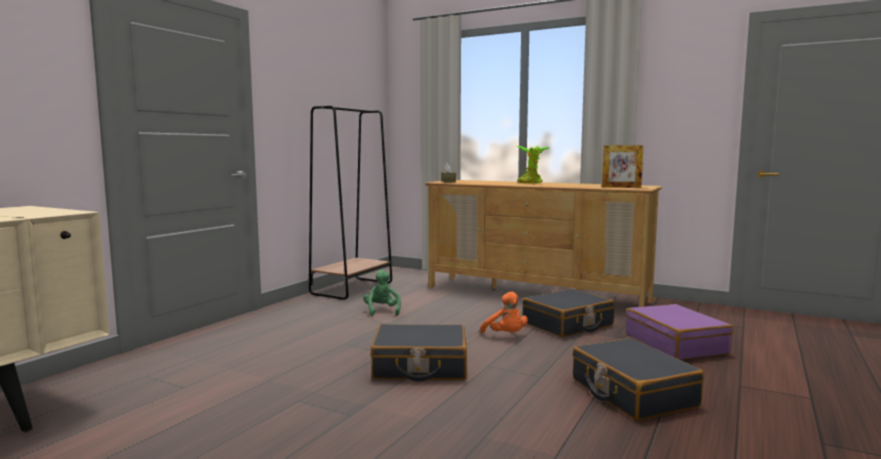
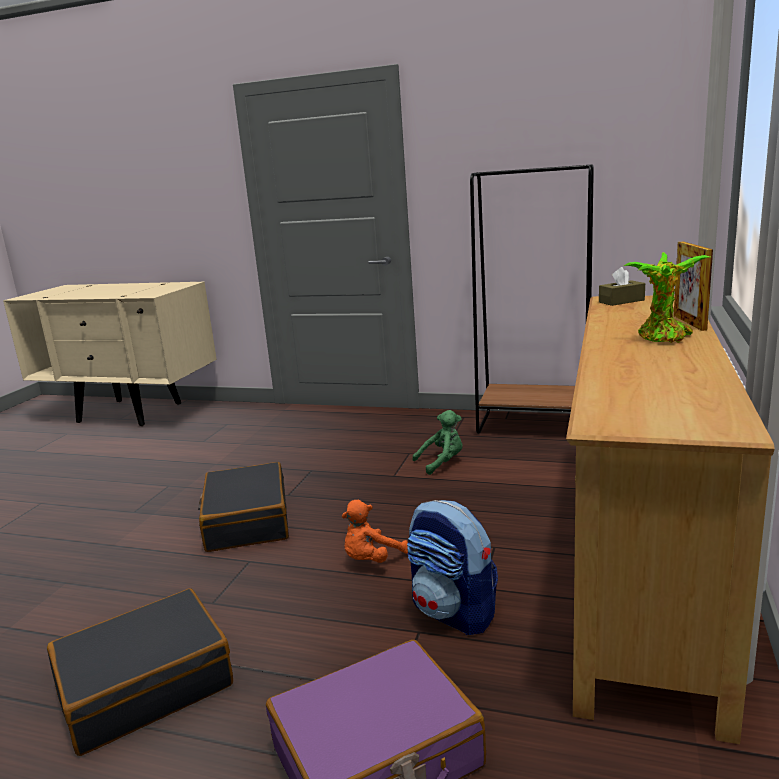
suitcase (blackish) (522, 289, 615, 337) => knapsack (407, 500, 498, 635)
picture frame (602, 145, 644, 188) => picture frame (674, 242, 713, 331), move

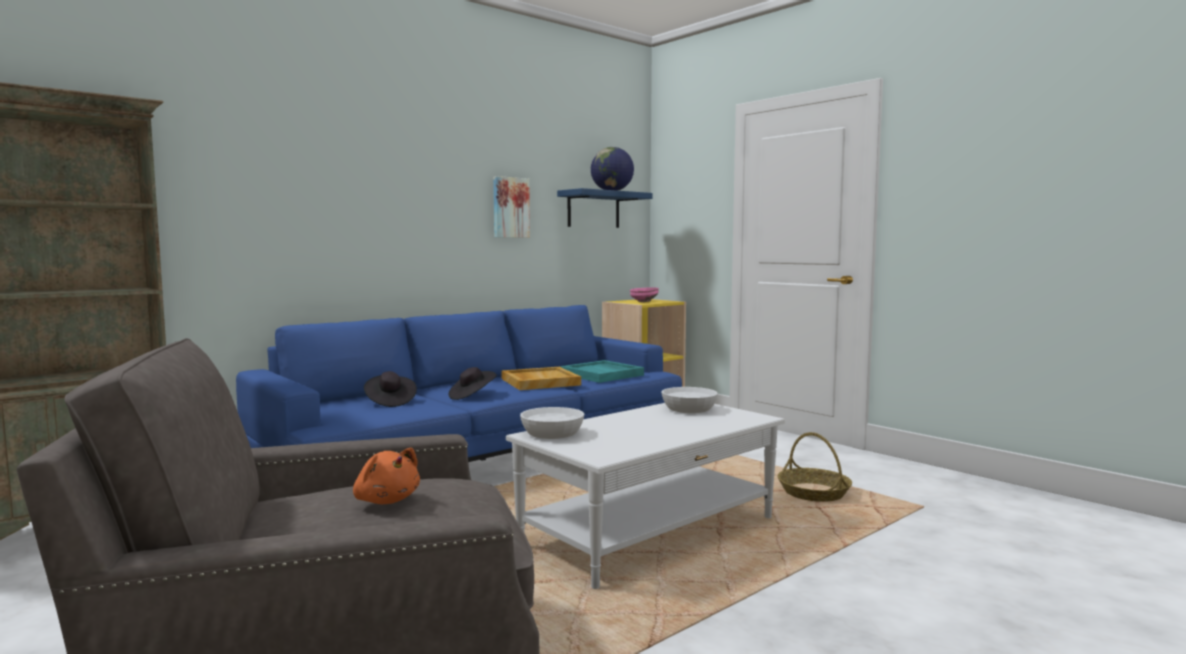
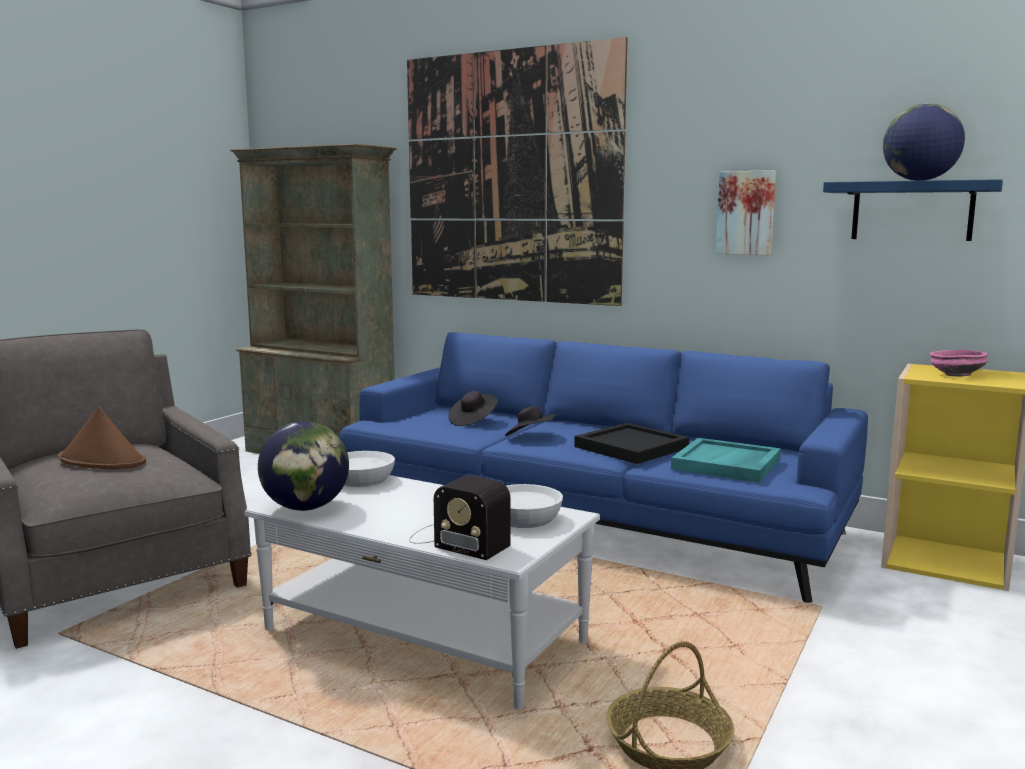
plush toy (orange) (353, 448, 420, 504) => clothing hat (brown) (58, 406, 146, 469)
nothing => world globe (258, 421, 349, 511)
nothing => wall picture (407, 37, 628, 306)
nothing => radio receiver (409, 475, 511, 560)
serving tray (sand-coloured) (502, 367, 581, 390) => serving tray (blackish) (574, 423, 690, 464)

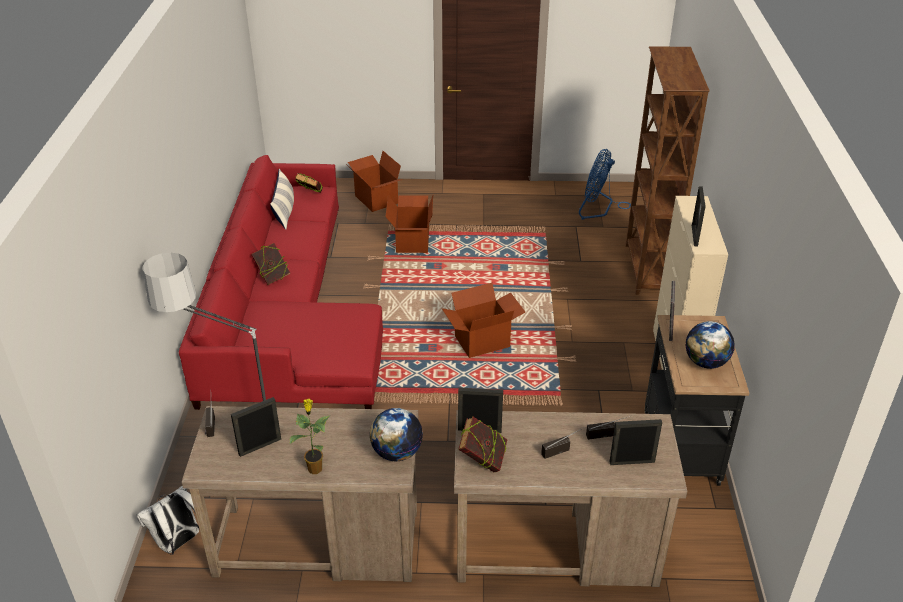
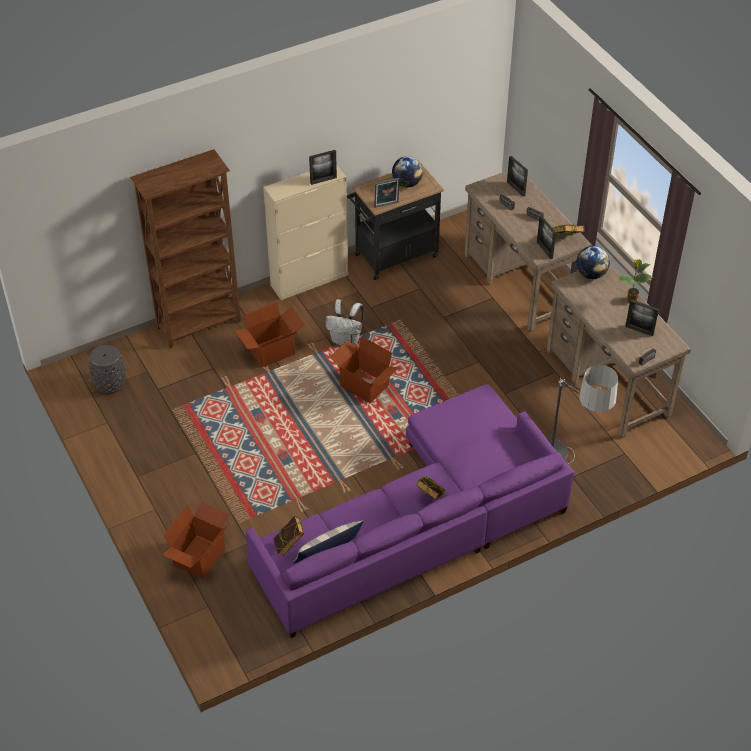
fan (blue) (579, 149, 631, 220) => stool (grey) (89, 345, 126, 394)
cardboard box (385, 195, 433, 253) => cardboard box (235, 303, 304, 368), move
settee (red-coloured) (179, 155, 383, 410) => settee (purple) (246, 384, 574, 638)
knapsack (whitish) (136, 486, 199, 555) => knapsack (whitish) (326, 299, 364, 346), move

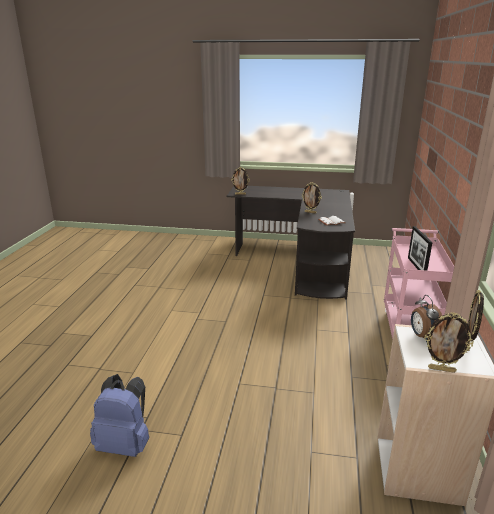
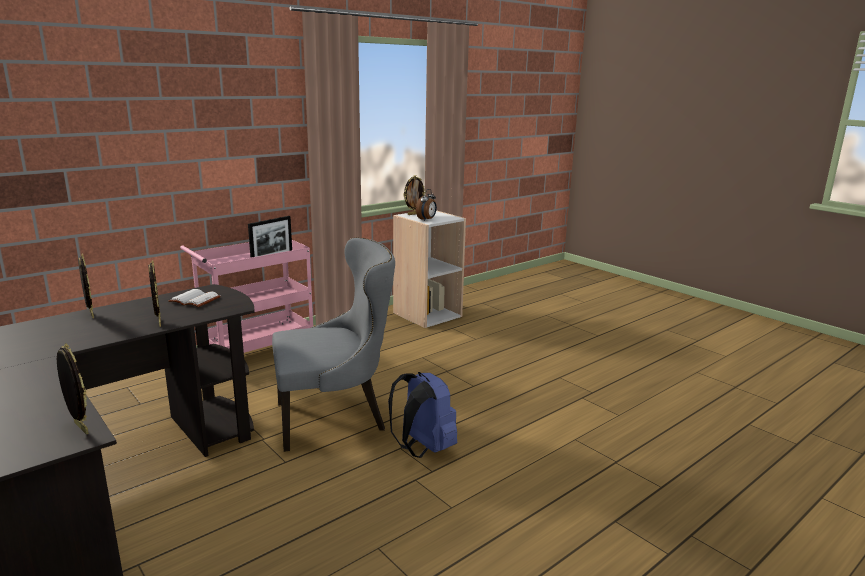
picture frame (424, 312, 474, 373) => picture frame (78, 254, 94, 318), move
nothing => upright chair (grey) (272, 238, 395, 452)
knapsack (blue) (90, 374, 149, 457) => knapsack (blue) (388, 372, 457, 458), move

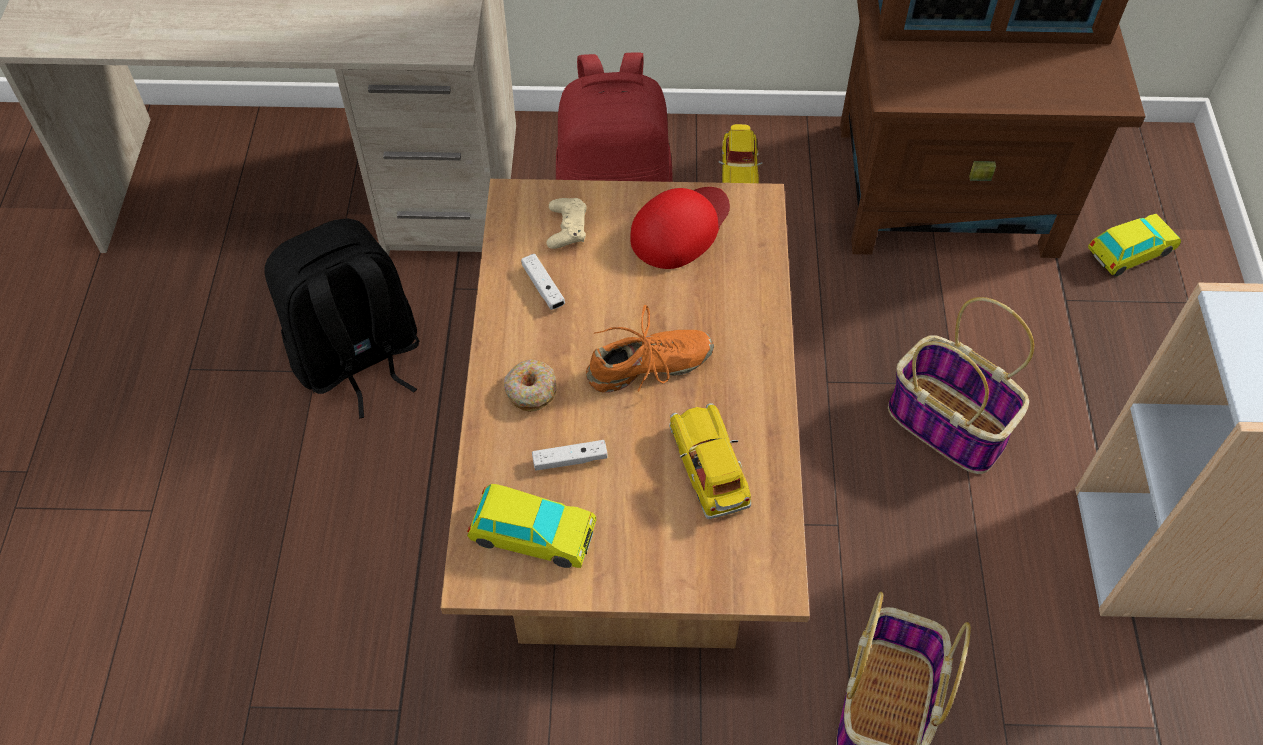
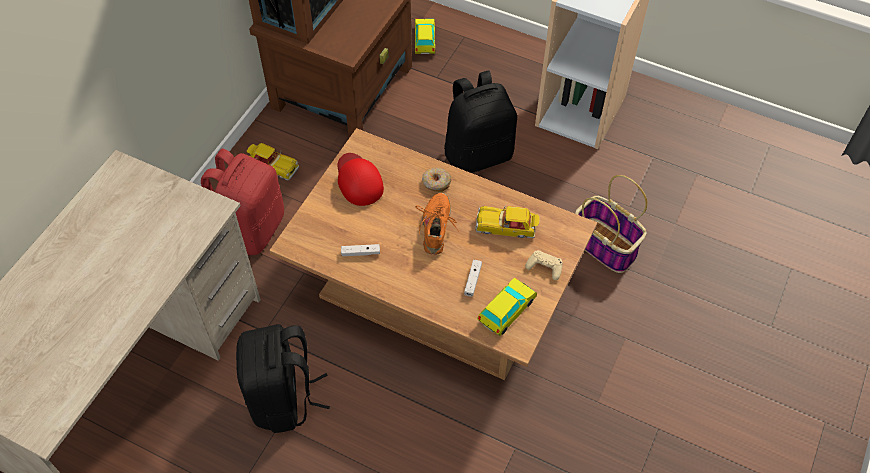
doughnut (504, 359, 556, 412) => doughnut (422, 168, 451, 192), move
storage basket (888, 297, 1034, 474) => knapsack (blackish) (444, 71, 517, 173)
gamepad (sand-coloured) (546, 198, 587, 249) => gamepad (sand-coloured) (525, 250, 563, 280), move

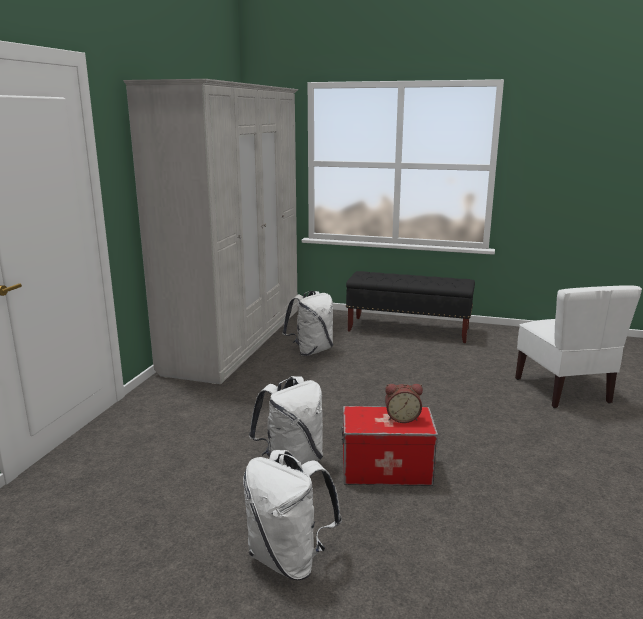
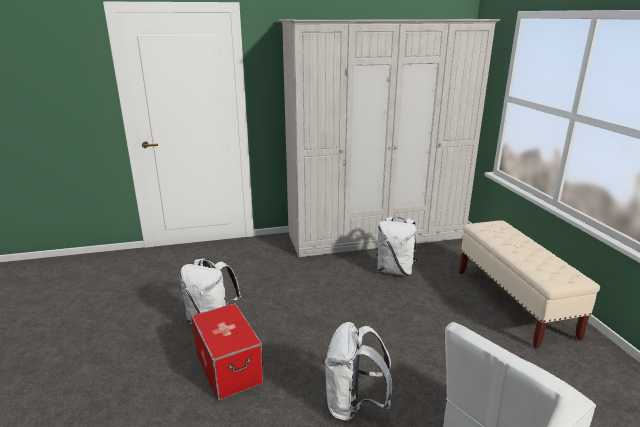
knapsack (whitish) (243, 450, 342, 580) => knapsack (whitish) (325, 322, 392, 422), move
bench (blackish) (346, 271, 475, 343) => bench (sand-coloured) (459, 221, 600, 348)
alarm clock (385, 384, 423, 423) => nothing

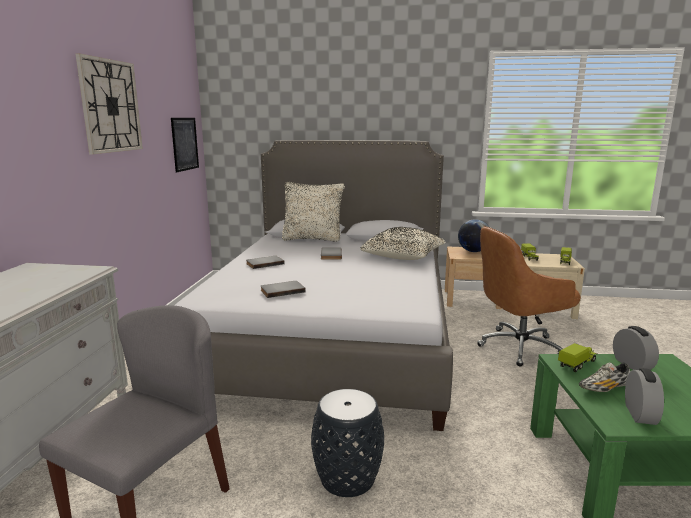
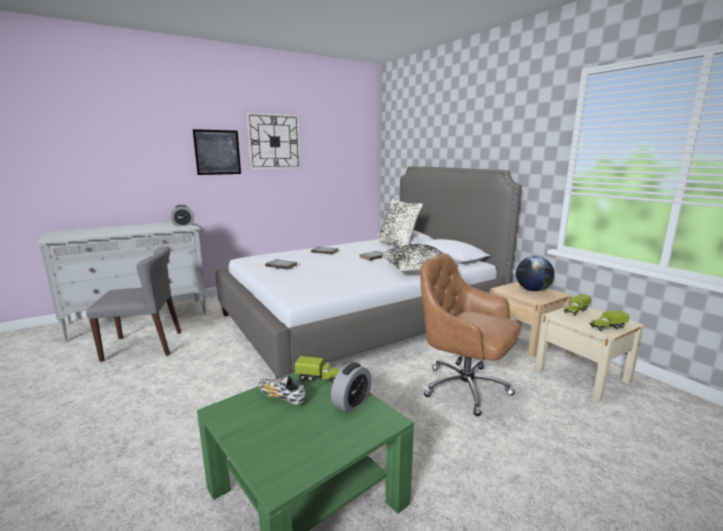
alarm clock (625, 368, 664, 425) => alarm clock (170, 205, 194, 226), move
wall picture (171, 118, 199, 172) => wall picture (193, 129, 241, 175), move
stool (blackish) (311, 389, 384, 497) => nothing

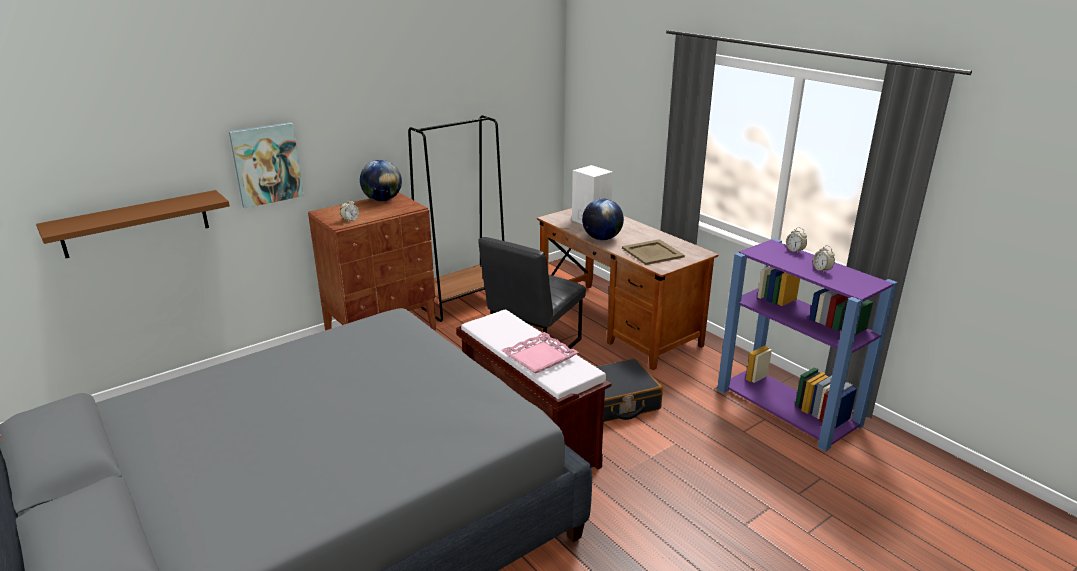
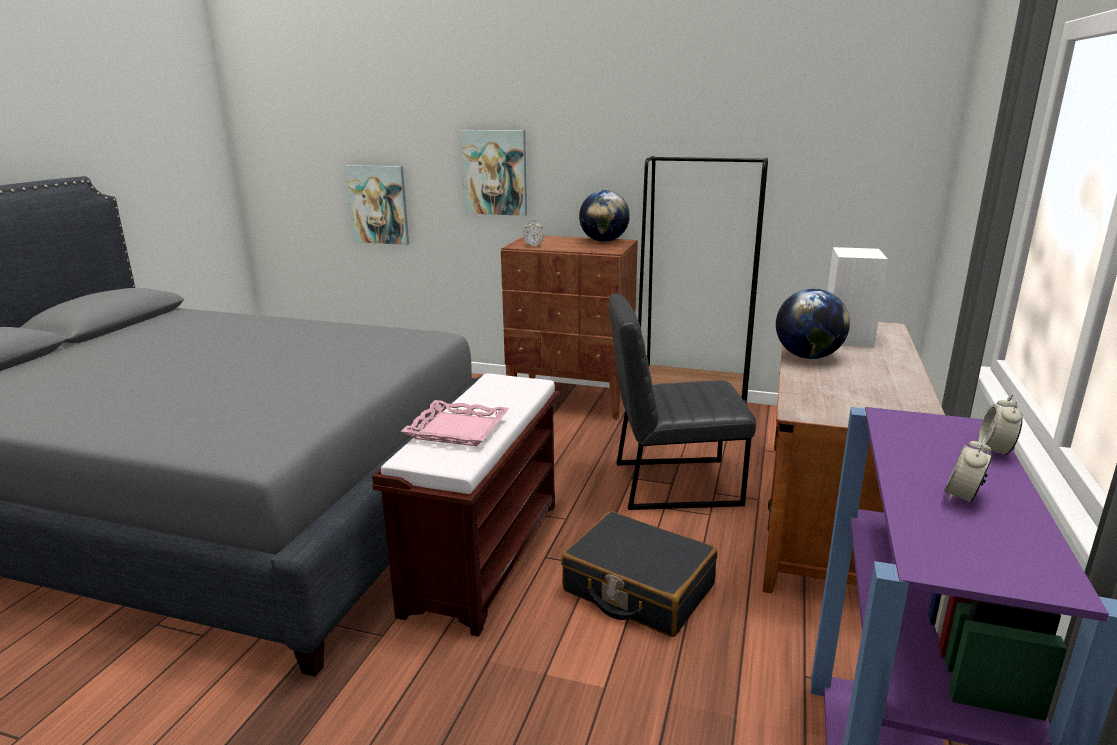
bracket shelf (brown) (36, 190, 230, 258) => wall picture (345, 165, 409, 245)
serving tray (sand-coloured) (622, 239, 685, 265) => nothing

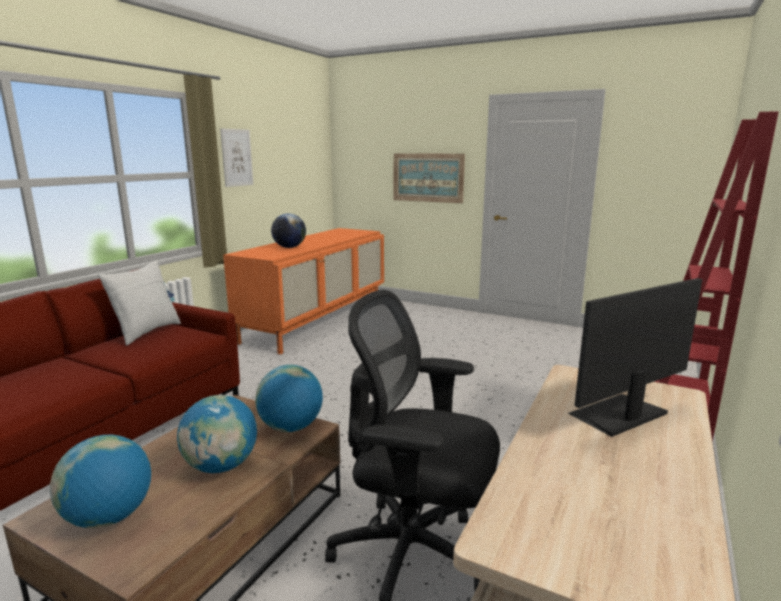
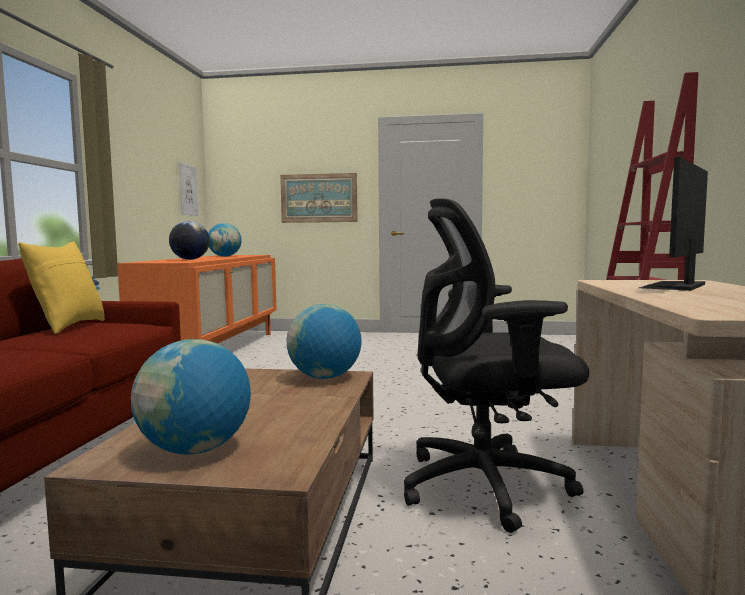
throw pillow (grey) (98, 260, 181, 345) => throw pillow (yellow) (18, 242, 105, 334)
wall picture (220, 128, 253, 187) => wall picture (179, 162, 199, 216), move
world globe (177, 395, 257, 473) => world globe (208, 223, 242, 257), move

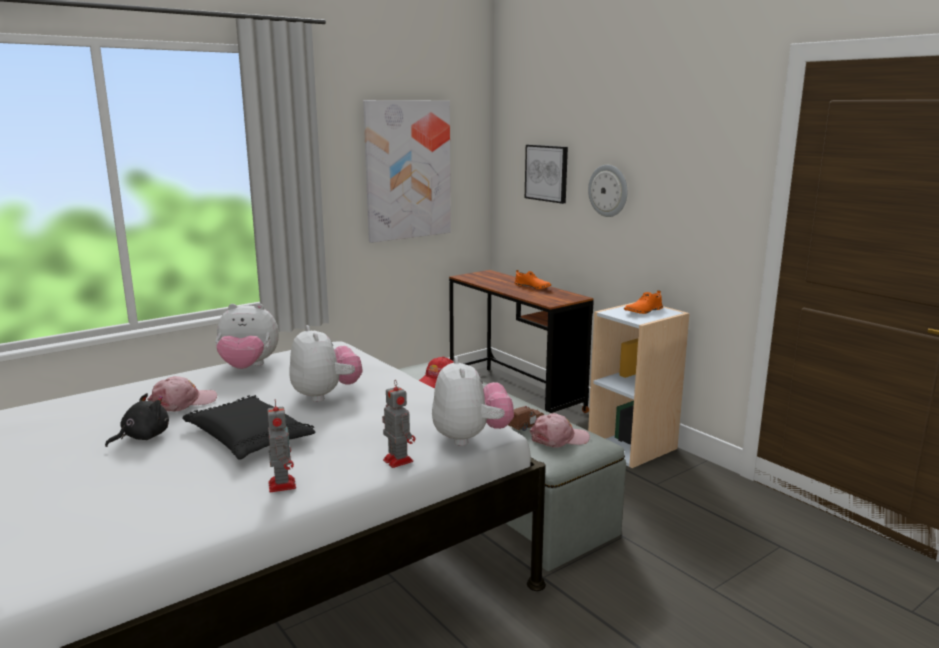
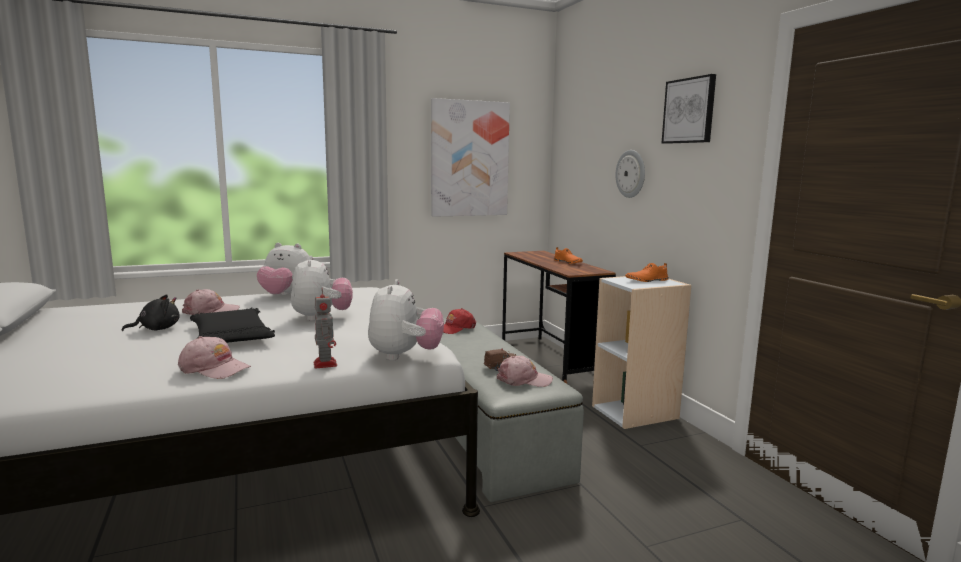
toy robot (267, 400, 296, 492) => baseball cap (pink) (178, 336, 251, 379)
wall picture (525, 145, 568, 204) => wall picture (662, 74, 716, 144), move

